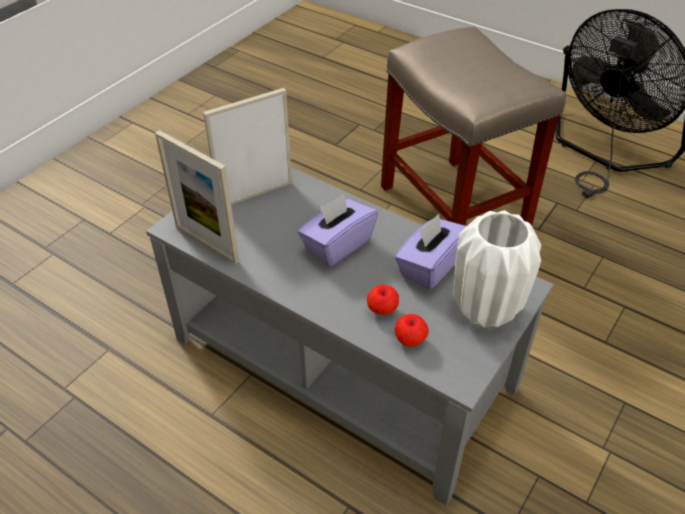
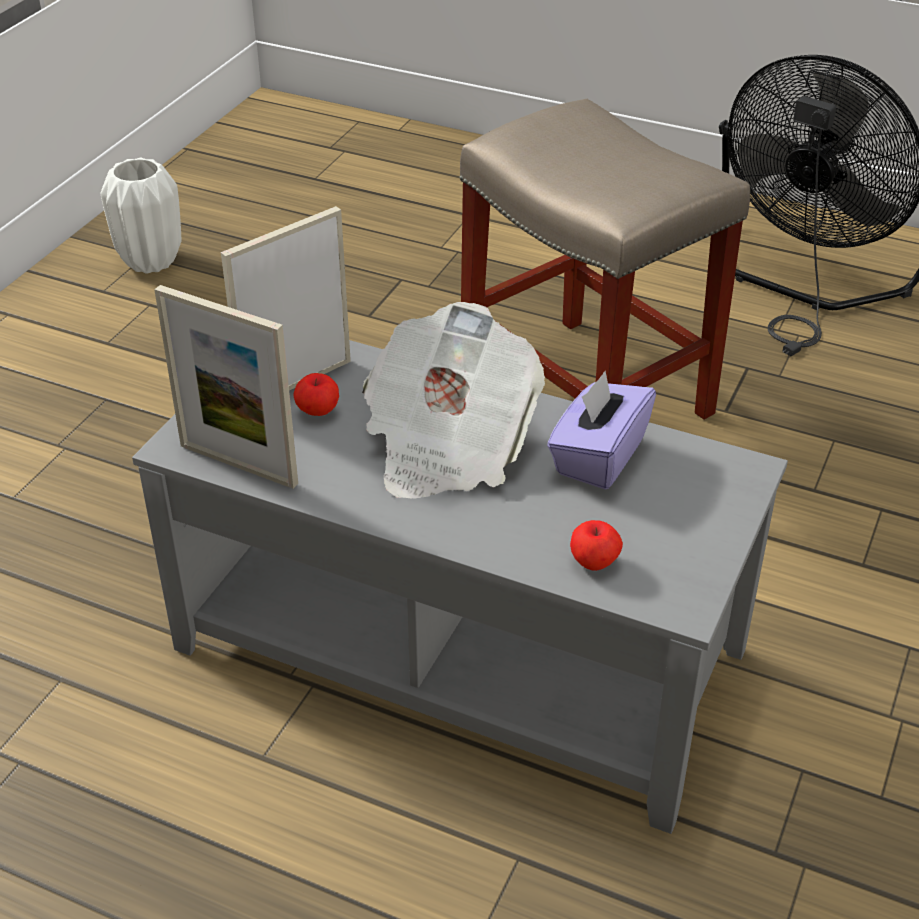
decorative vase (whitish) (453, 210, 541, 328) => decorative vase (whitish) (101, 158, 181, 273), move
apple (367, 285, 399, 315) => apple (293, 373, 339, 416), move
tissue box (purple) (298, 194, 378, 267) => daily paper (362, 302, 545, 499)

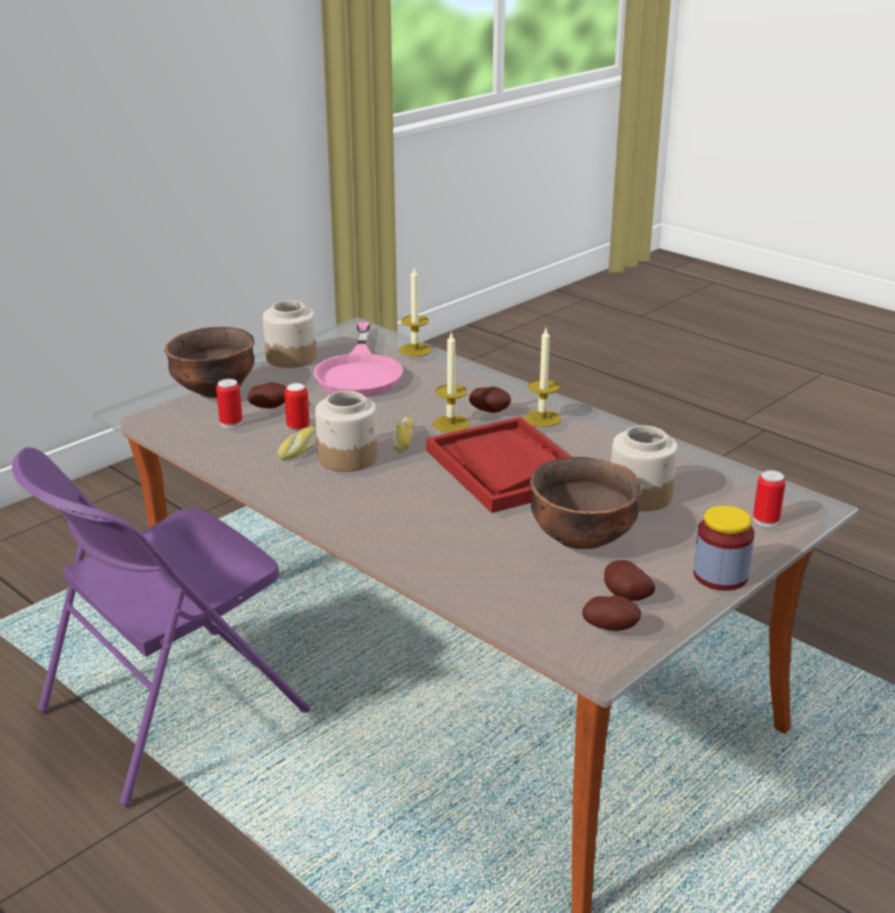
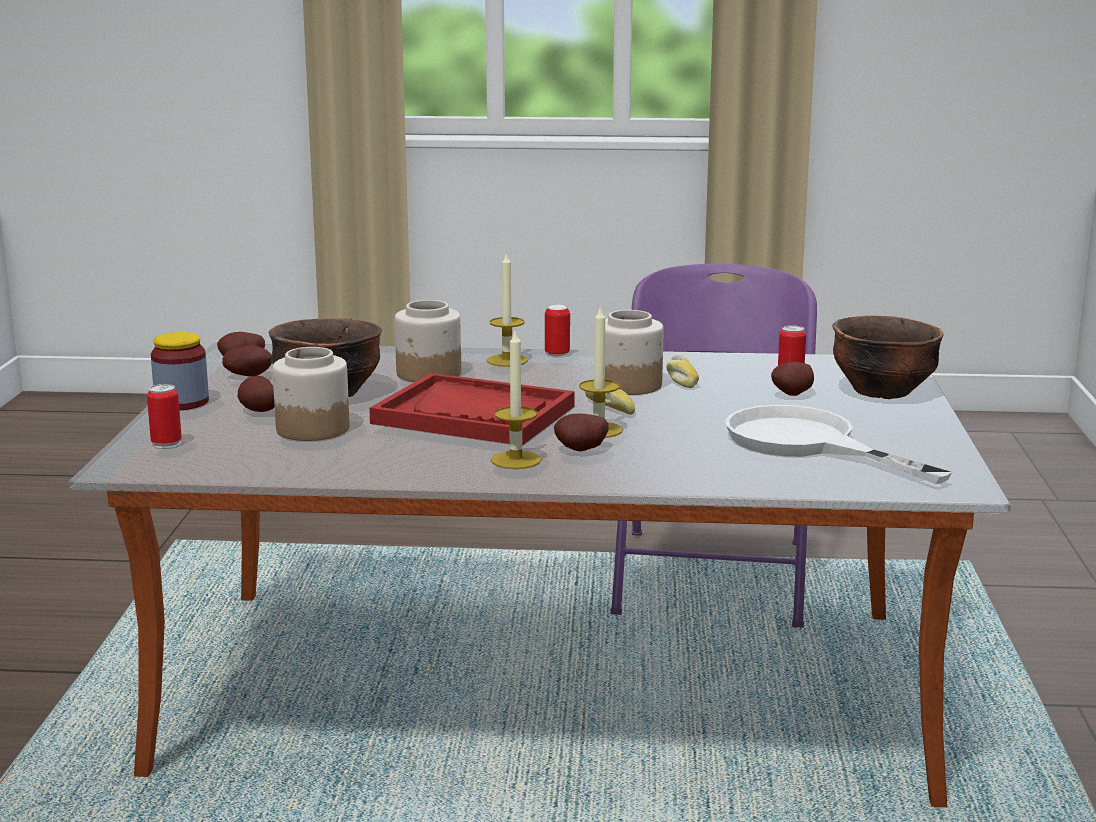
nothing => whole potato (237, 376, 275, 412)
storage jar (263, 301, 317, 368) => storage jar (395, 300, 461, 382), move
candle (399, 268, 432, 357) => candle (487, 251, 528, 367), move
can (284, 383, 310, 431) => can (545, 305, 570, 356), move
frying pan (pink) (313, 322, 403, 397) => frying pan (whitish) (725, 405, 952, 484)

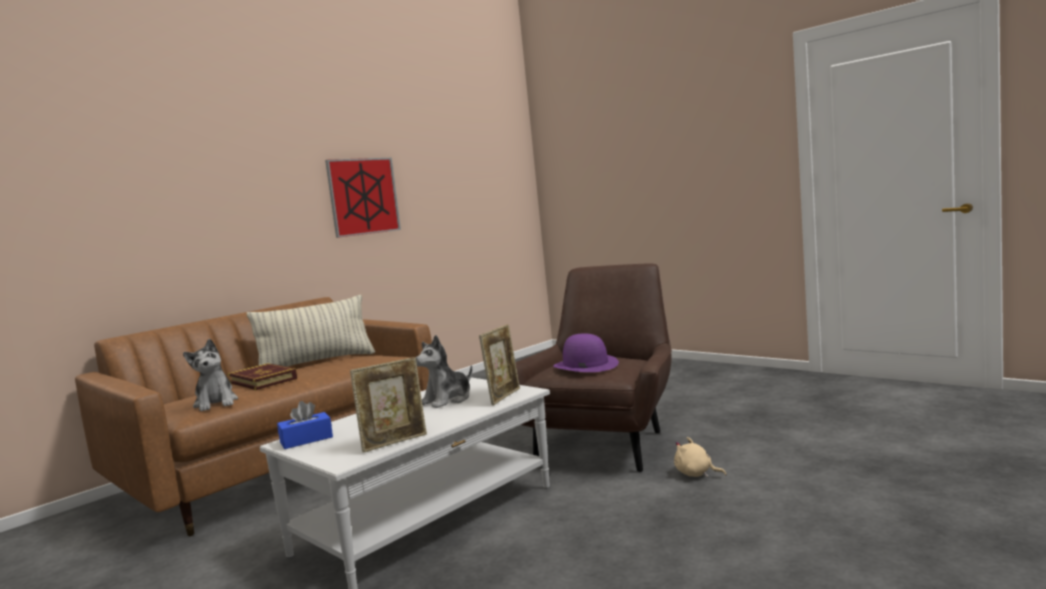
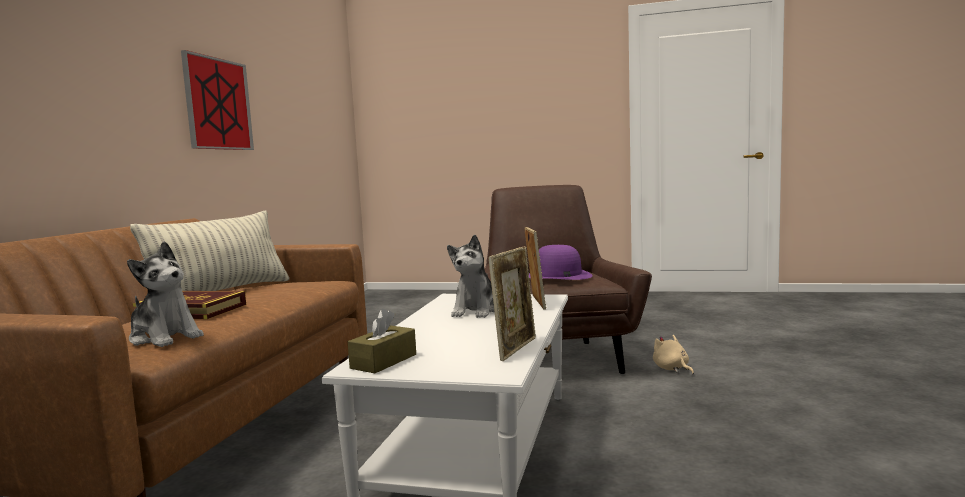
tissue box (blue) (277, 401, 333, 449) => tissue box (brown) (348, 309, 416, 373)
plush toy (sand-coloured) (674, 437, 727, 477) => plush toy (sand-coloured) (653, 335, 694, 374), 60 degrees clockwise

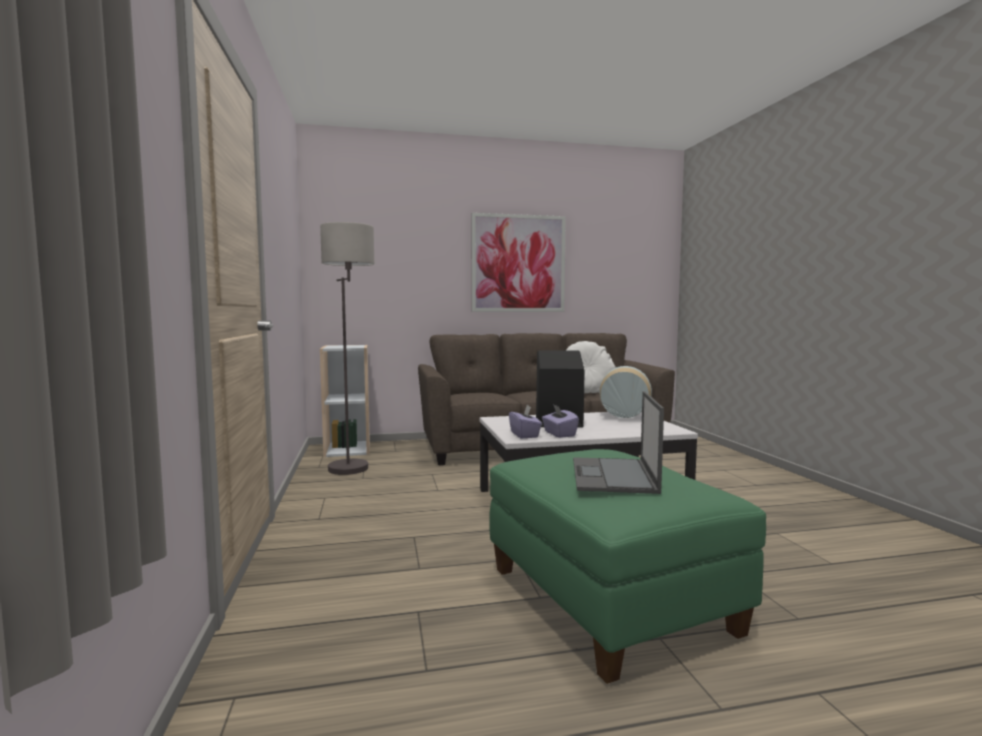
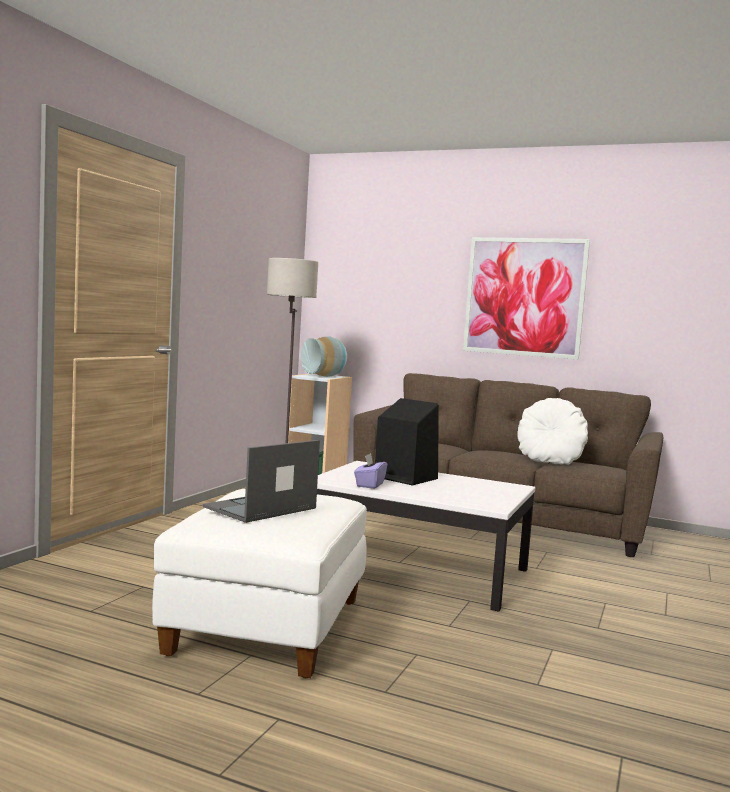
ottoman (green) (489, 449, 766, 684) => ottoman (whitish) (152, 489, 367, 678)
decorative vase (599, 366, 652, 418) => decorative vase (301, 336, 347, 377), move
tissue box (purple) (509, 405, 542, 438) => nothing

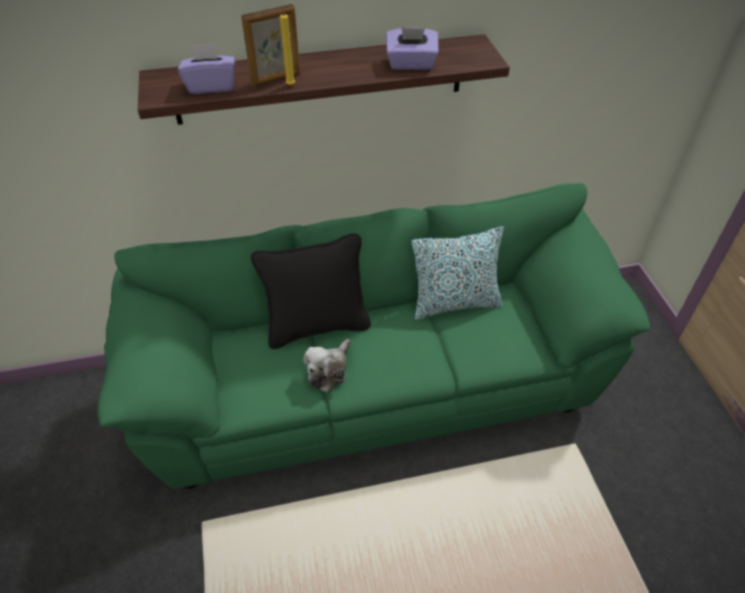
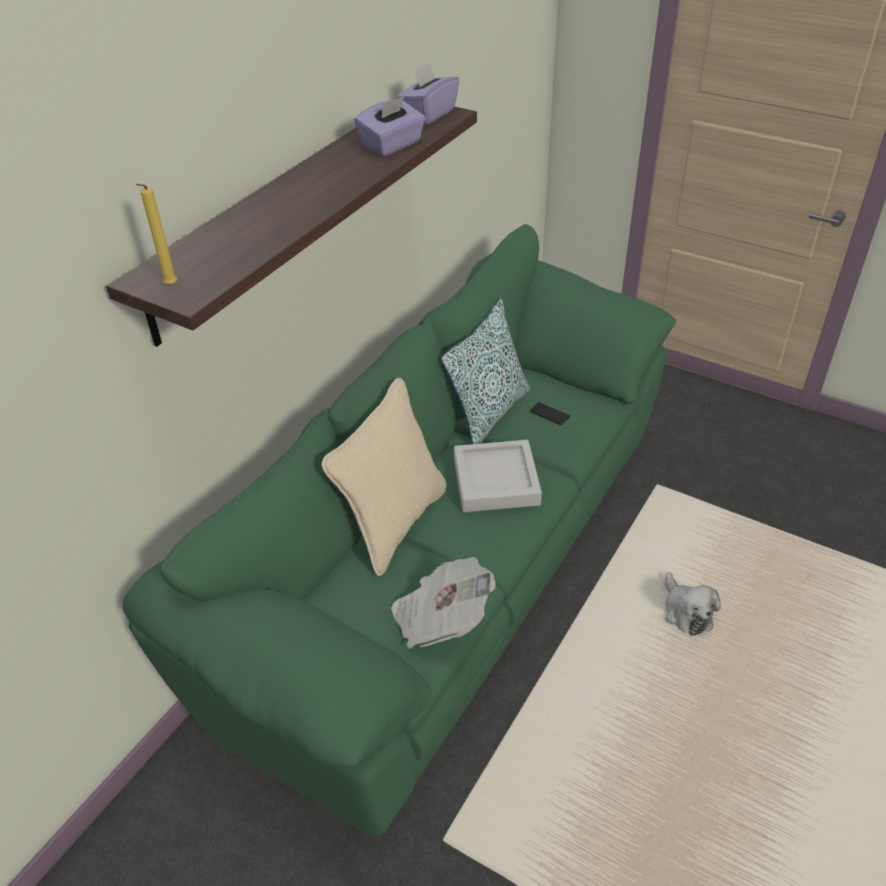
candle (yellow) (274, 9, 295, 86) => candle (yellow) (136, 184, 177, 285), move
throw pillow (blackish) (251, 233, 371, 349) => throw pillow (sand-coloured) (322, 378, 446, 576)
nothing => daily paper (391, 557, 496, 649)
tissue box (purple) (178, 43, 235, 94) => tissue box (purple) (397, 63, 459, 125), move
nothing => serving tray (grey) (454, 440, 542, 512)
nothing => phone (530, 402, 570, 425)
plush toy (303, 338, 350, 393) => plush toy (665, 572, 721, 636), move
picture frame (241, 4, 300, 86) => nothing

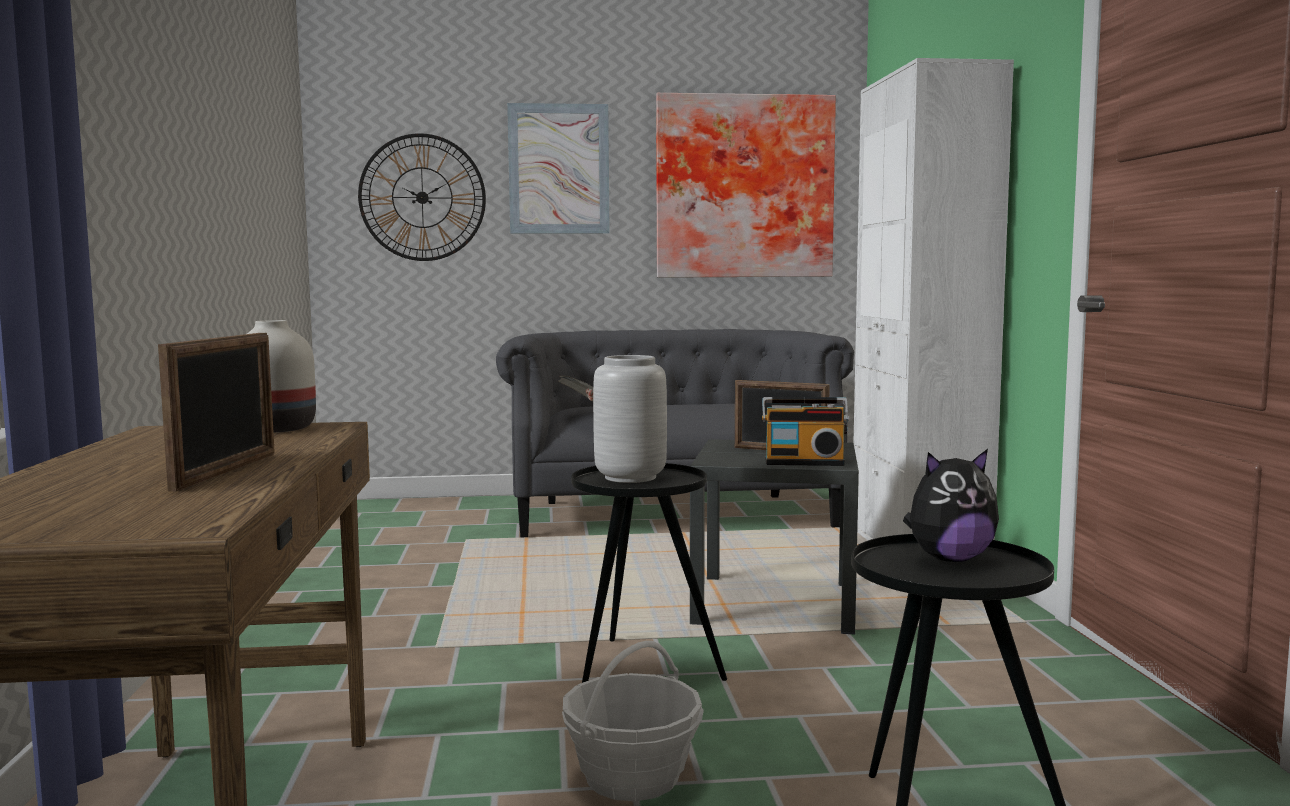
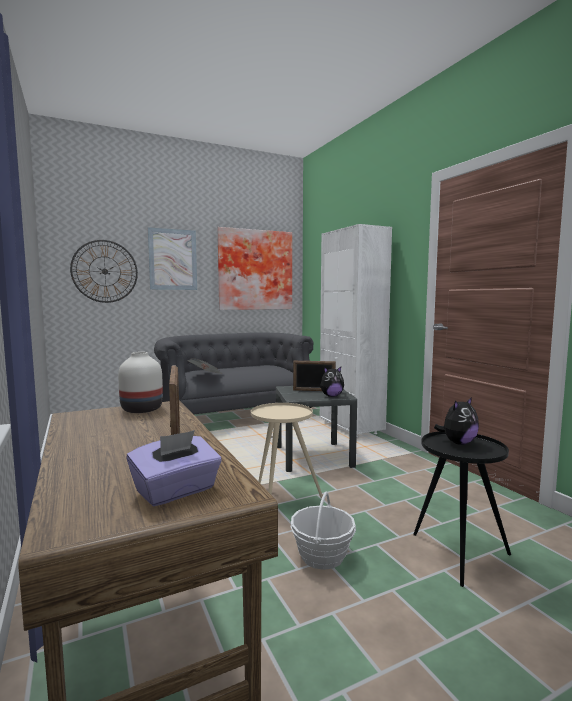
nothing => tissue box (purple) (126, 430, 222, 507)
side table (blackish) (571, 463, 727, 683) => side table (sand-coloured) (251, 403, 323, 499)
radio receiver (762, 397, 849, 466) => plush toy (321, 367, 344, 397)
decorative vase (grey) (593, 355, 667, 483) => nothing

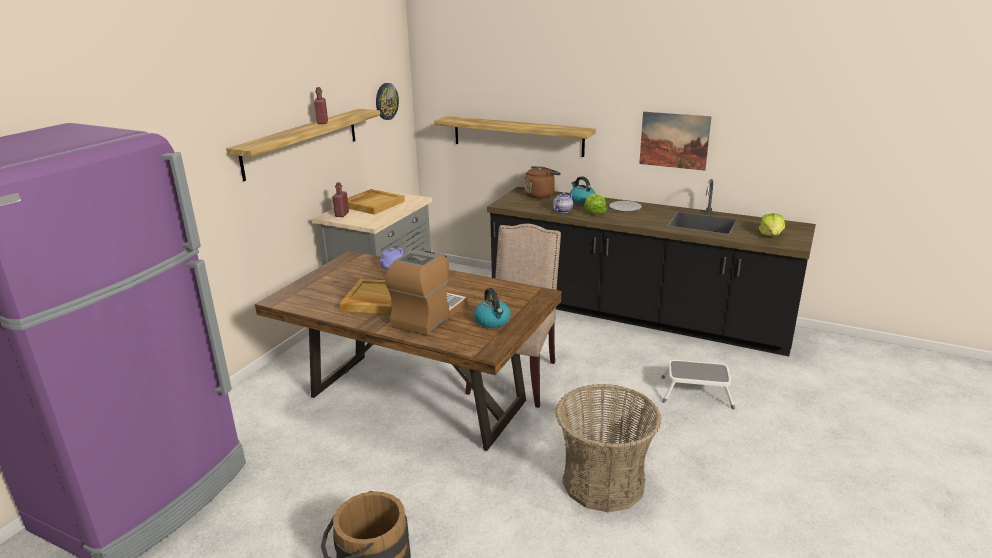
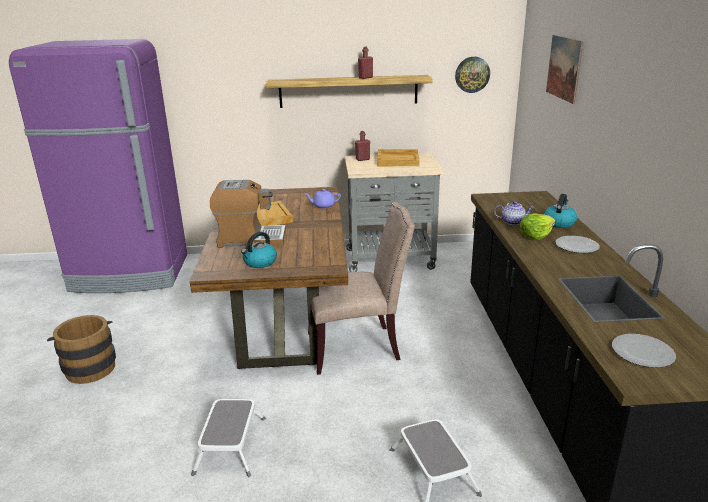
storage basket (555, 384, 662, 512) => step ladder (grey) (191, 399, 266, 477)
wall picture (639, 112, 712, 171) => wall picture (546, 35, 583, 104), move
lettuce (759, 213, 785, 236) => plate (612, 334, 676, 368)
bracket shelf (434, 116, 596, 157) => nothing
water kettle (brown) (525, 166, 561, 198) => nothing

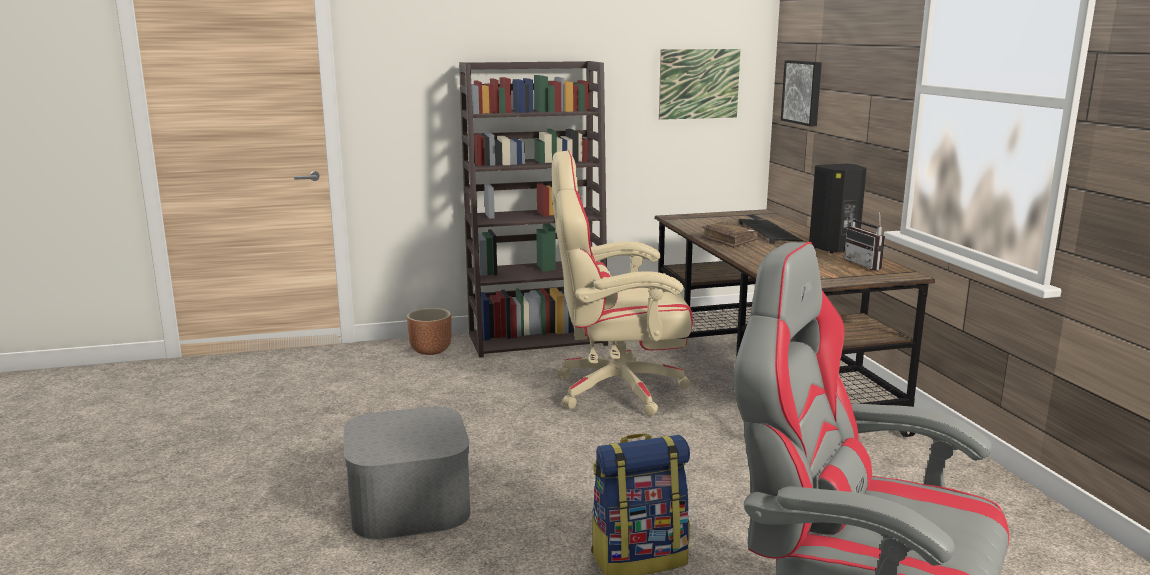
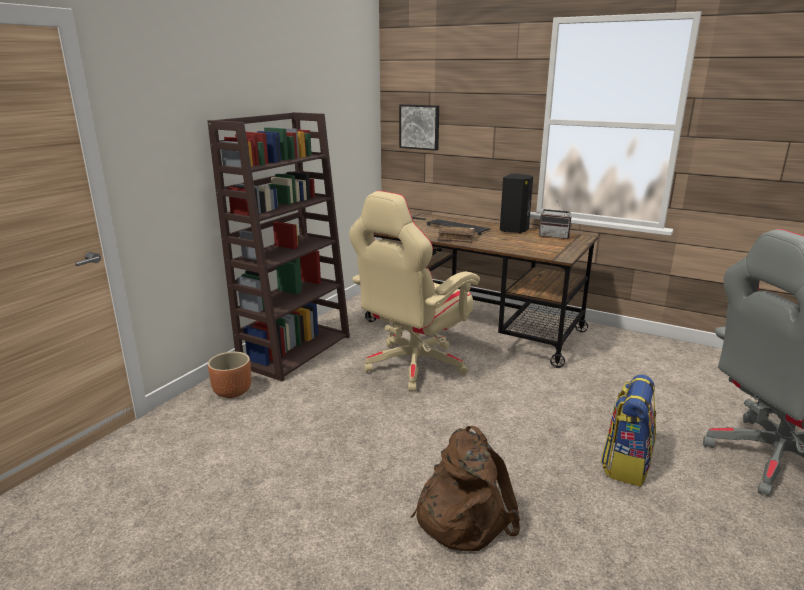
storage container (grey) (344, 407, 471, 540) => knapsack (brown) (410, 426, 520, 551)
wall picture (659, 49, 740, 120) => nothing

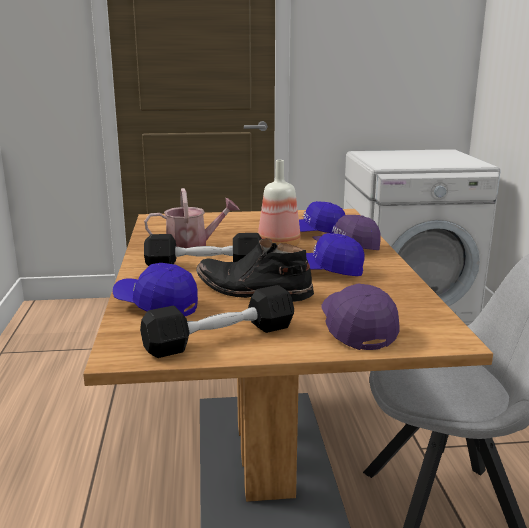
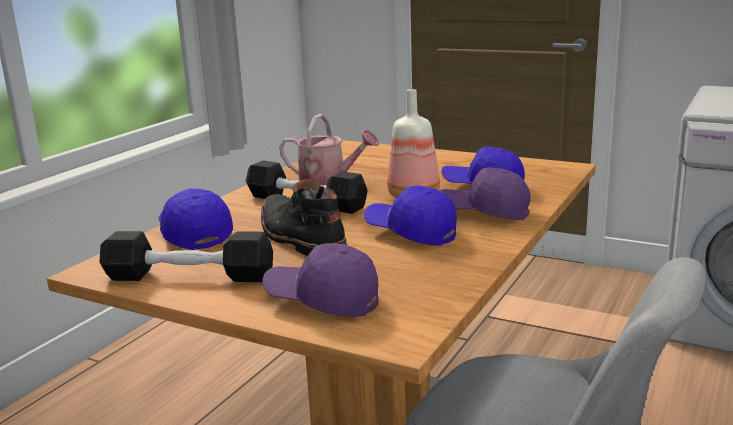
baseball cap (purple) (321, 284, 399, 350) => baseball cap (purple) (262, 243, 379, 317), 90 degrees counterclockwise

